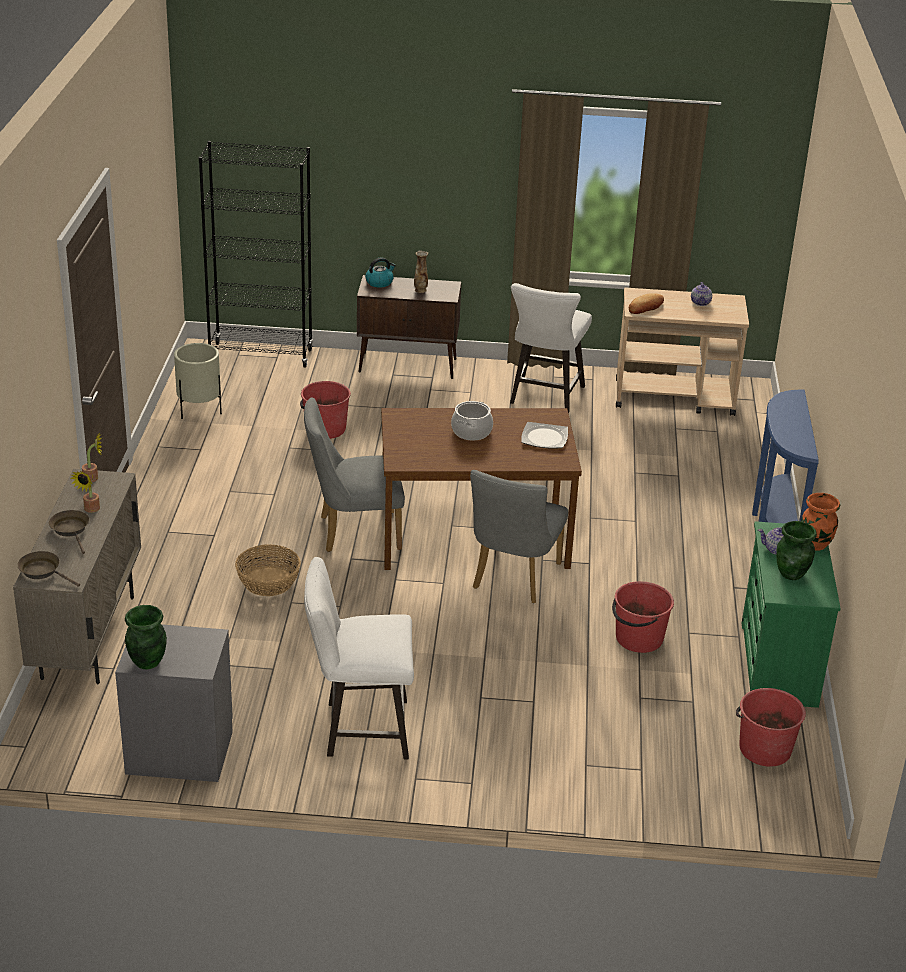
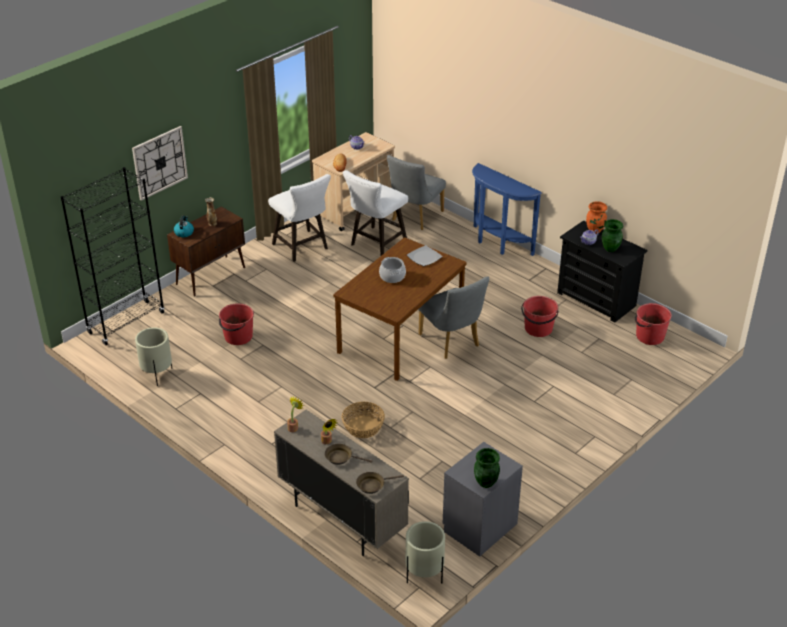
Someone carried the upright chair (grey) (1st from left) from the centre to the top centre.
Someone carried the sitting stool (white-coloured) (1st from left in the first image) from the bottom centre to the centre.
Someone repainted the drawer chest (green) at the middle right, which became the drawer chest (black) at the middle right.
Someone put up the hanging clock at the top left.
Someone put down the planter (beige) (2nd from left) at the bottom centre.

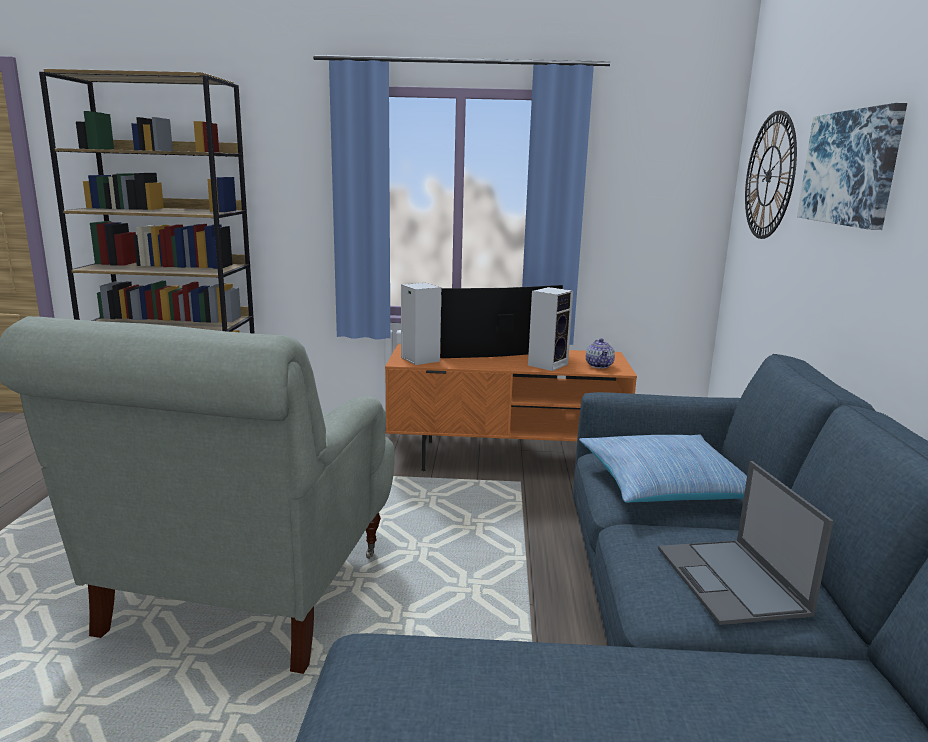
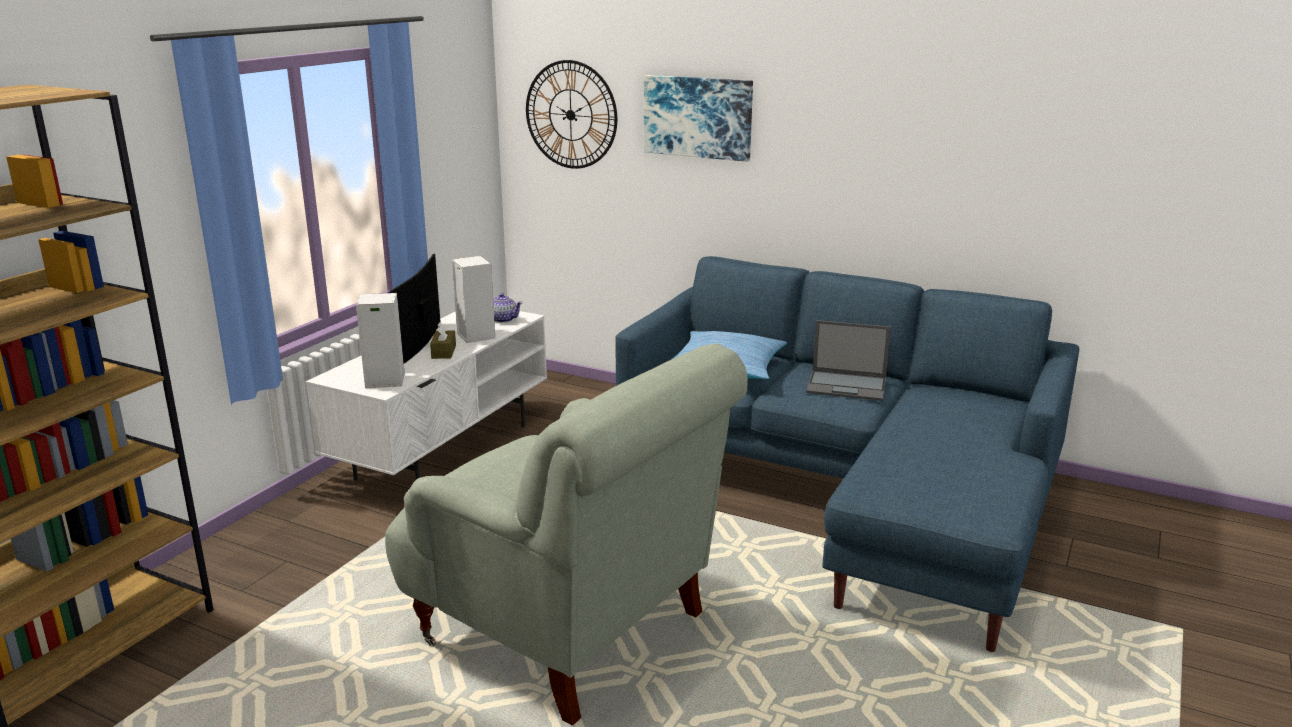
Someone repainted the tv stand (orangey) at the centre, which became the tv stand (white-coloured) at the middle left.
Someone put down the tissue holder (brown-coloured) at the centre.

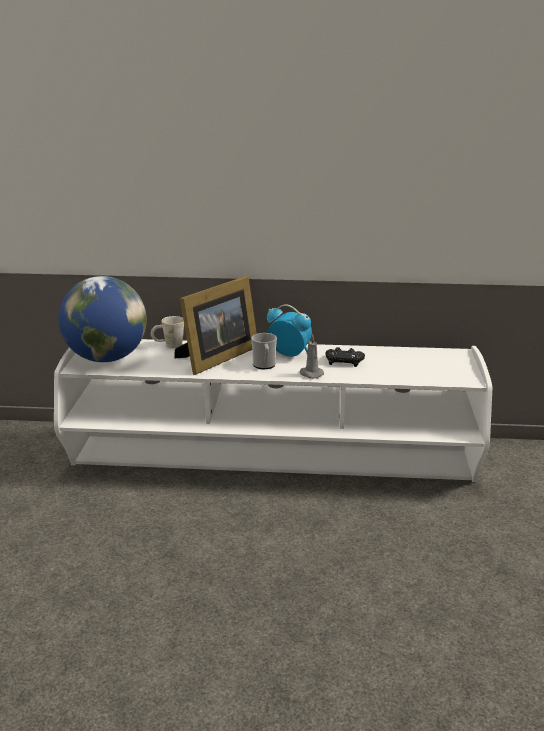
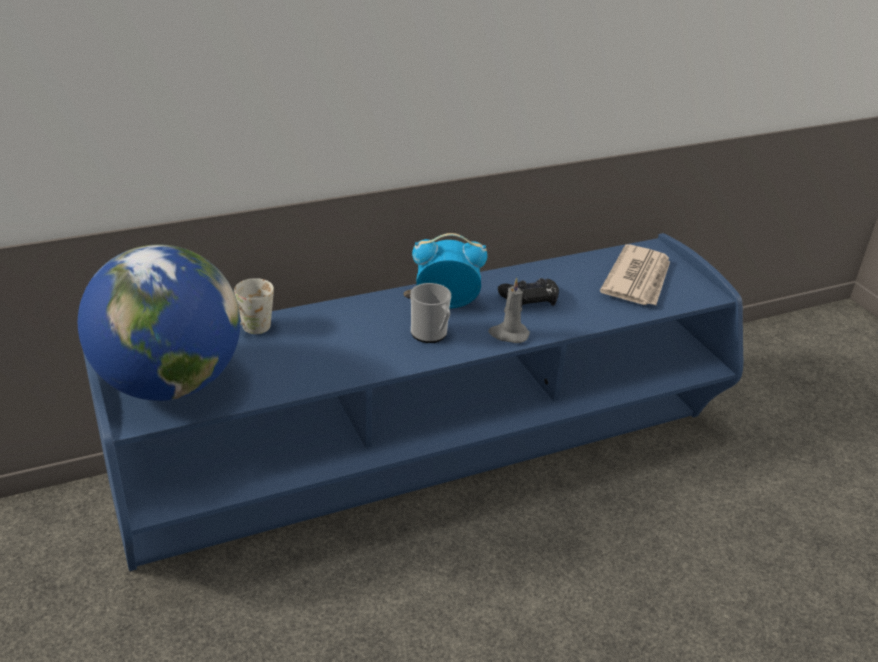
Someone repainted the tv stand (white-coloured) at the centre, which became the tv stand (blue) at the centre.
Someone took away the standing frame at the centre.
Someone put down the daily paper at the middle right.

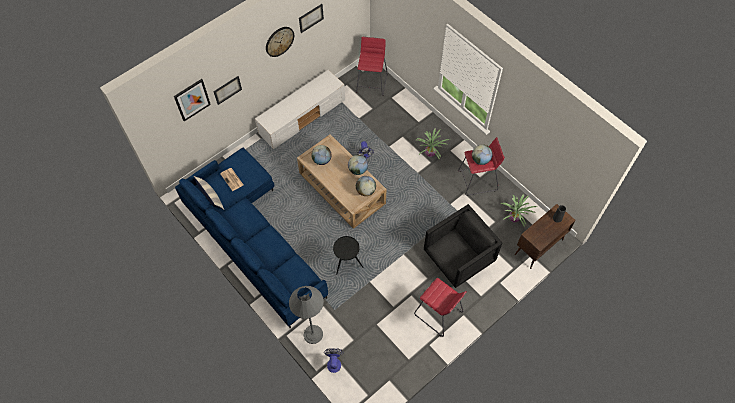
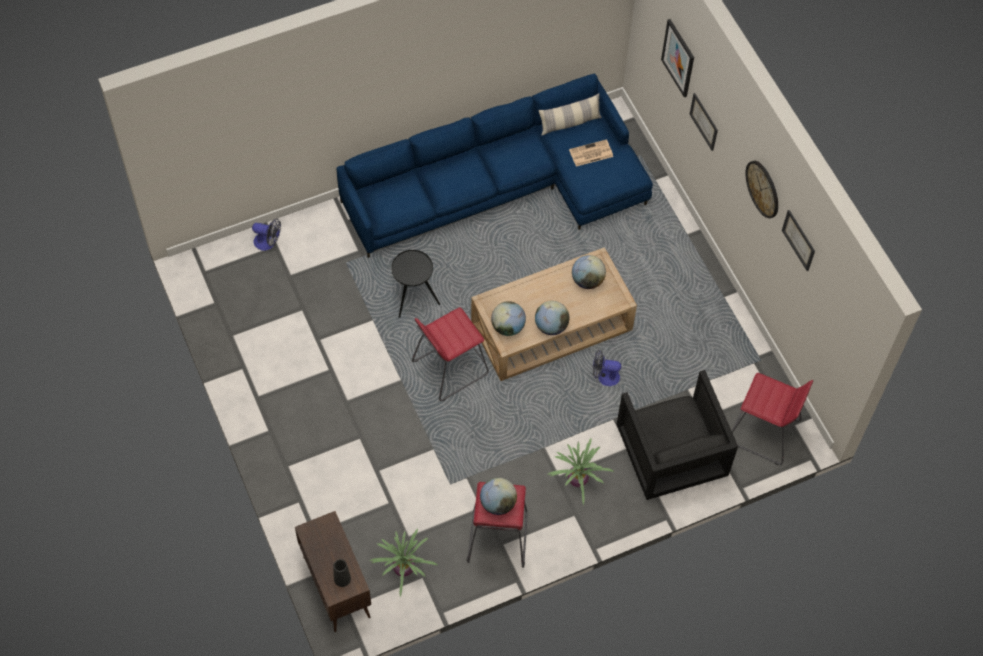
Someone took away the tv stand (white-coloured) at the top centre.
Someone took away the floor lamp (grey) at the bottom centre.
Someone carried the sitting stool (reddish) (2nd from left in the first image) from the bottom centre to the centre.
Someone carried the lounge chair (black) from the centre to the middle right.

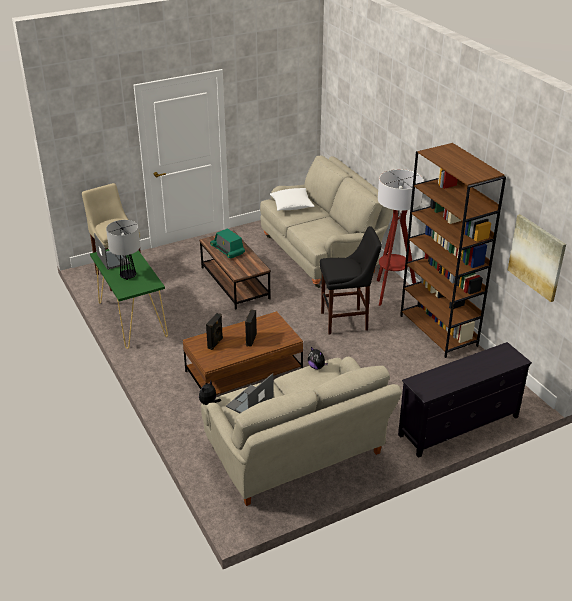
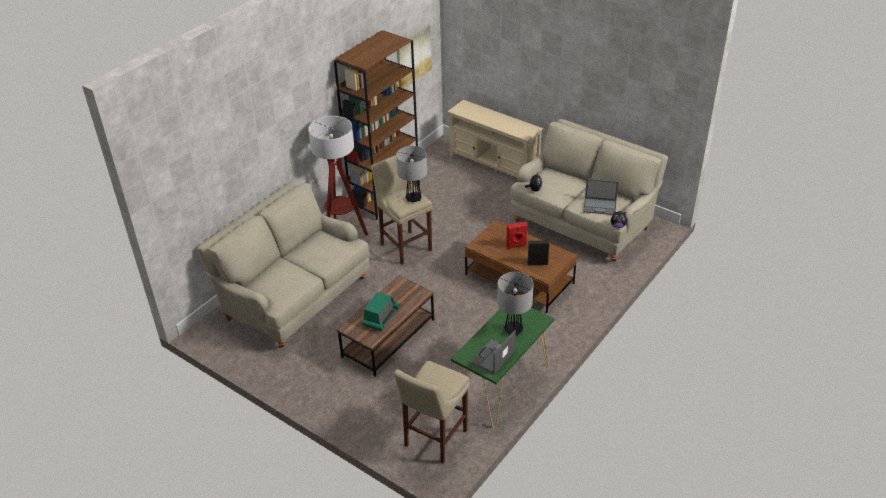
Someone repainted the audio speaker (black) (2nd from left) at the centre, which became the audio speaker (reddish) at the centre.
Someone took away the throw pillow (white-coloured) at the top centre.
Someone repainted the sitting stool (black) at the centre, which became the sitting stool (beige) (1st from left) at the centre.
Someone repainted the tv stand (black) at the middle right, which became the tv stand (beige) at the top centre.
Someone put down the lamp for a table (1st from left) at the centre.

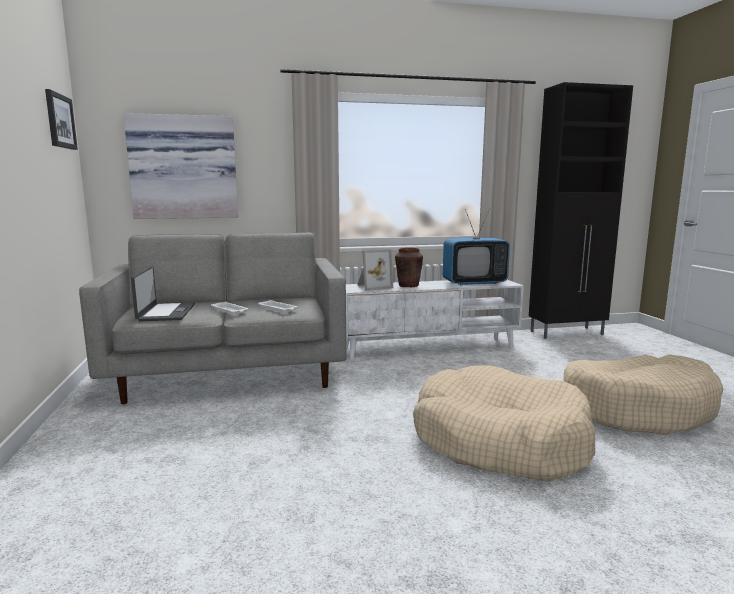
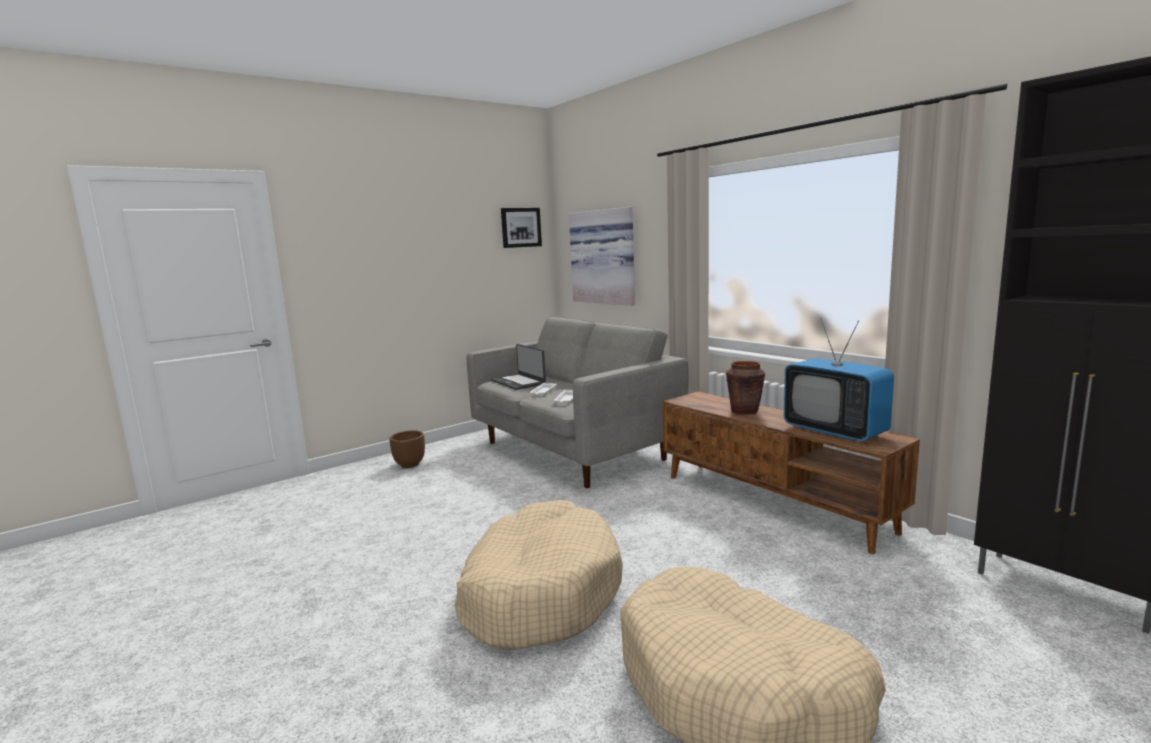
Someone rotated the notebook computer at the middle left by 90 degrees clockwise.
Someone repainted the tv stand (white-coloured) at the centre, which became the tv stand (brown-coloured) at the middle right.
Someone took away the standing frame at the centre.
Someone put down the planter (brown-coloured) at the centre.

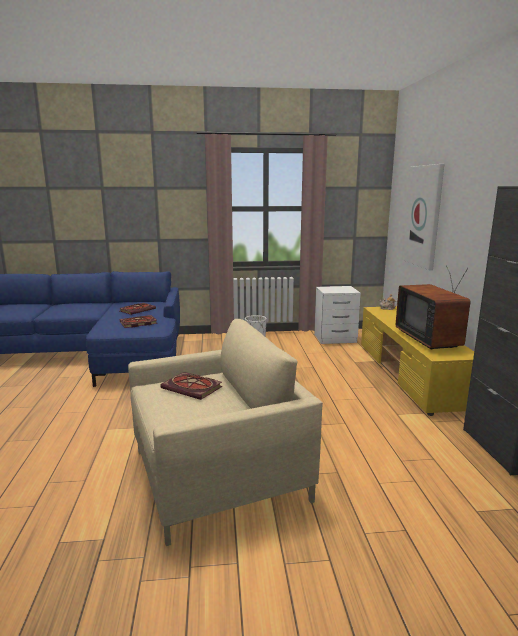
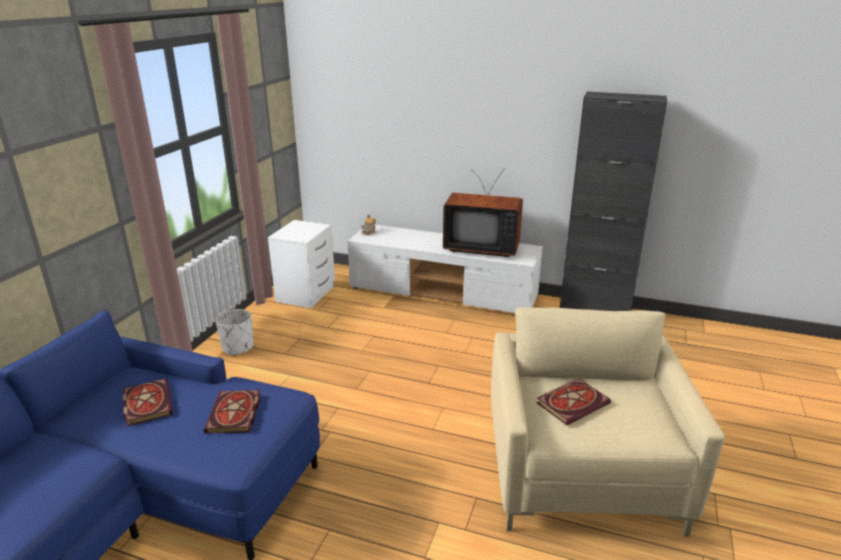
Someone repainted the tv stand (yellowish) at the middle right, which became the tv stand (white-coloured) at the centre.
Someone took away the picture at the middle right.

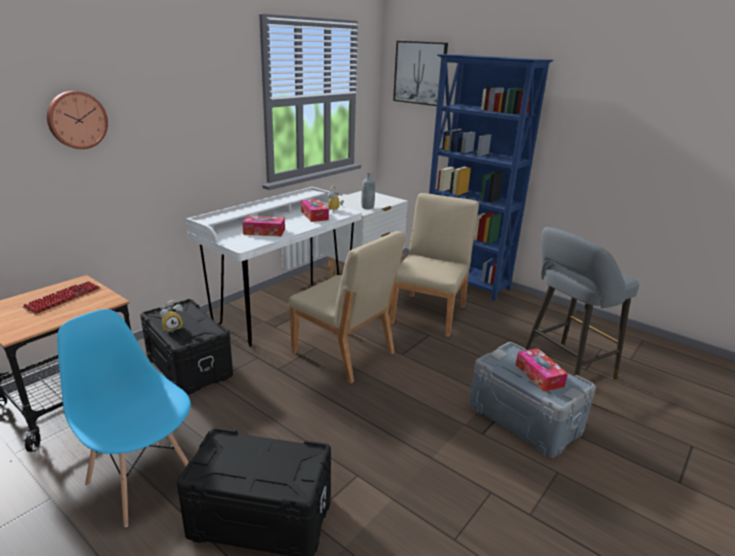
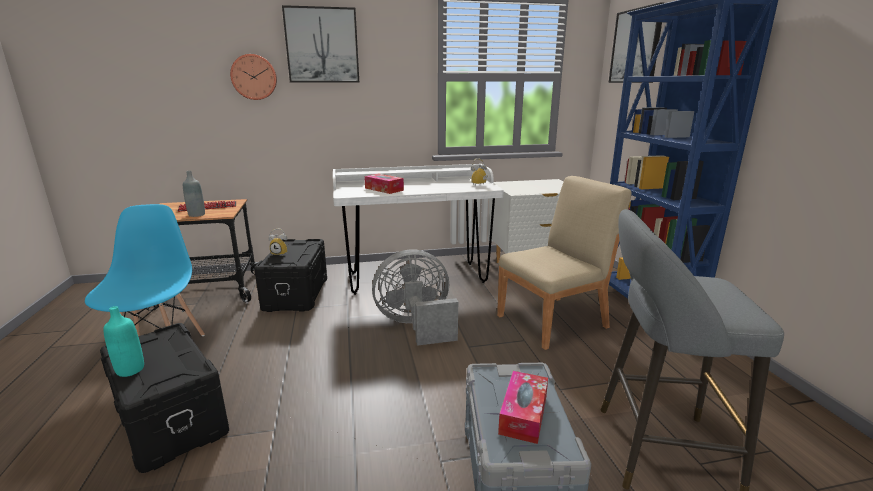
Someone swapped the upright chair (beige) (1st from left) at the centre for the cooling fan (grey) at the centre.
Someone took away the tissue holder (2nd from left) at the centre.
Someone carried the bottle (grey) from the centre to the middle left.
Someone put down the bottle (turquoise-coloured) at the bottom left.
Someone put up the picture (1st from left) at the top centre.

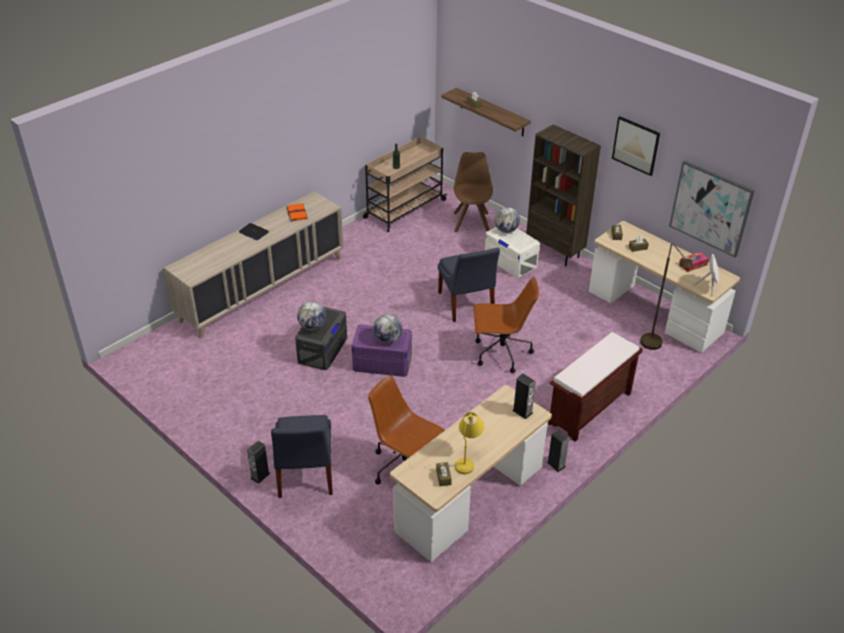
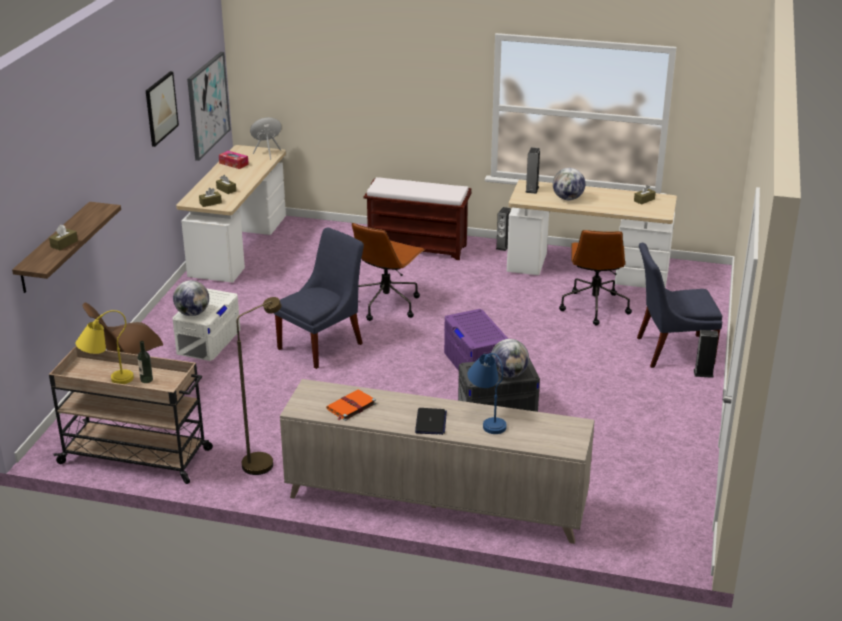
Someone rotated the upright chair (blue) (1st from left in the first image) at the bottom centre by 150 degrees counterclockwise.
Someone carried the globe (2nd from left in the first image) from the centre to the top right.
Someone carried the lamp for a table (yellowish) from the bottom centre to the middle left.
Someone rotated the office chair (brown-coloured) (2nd from left in the first image) at the centre by 120 degrees counterclockwise.
Someone took away the bookcase (brown-coloured) at the top right.
Someone carried the floor lamp (brown-coloured) from the middle right to the middle left.
Someone put down the lamp for a table (blue) at the centre.

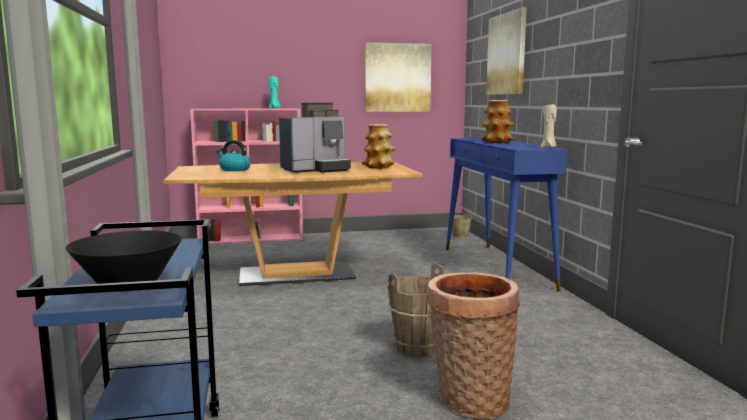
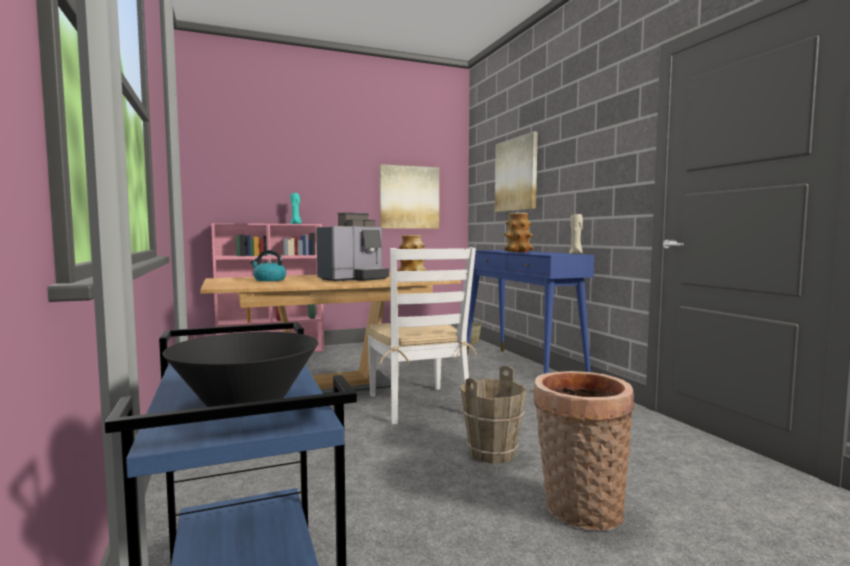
Someone put down the upright chair (white-coloured) at the centre.

